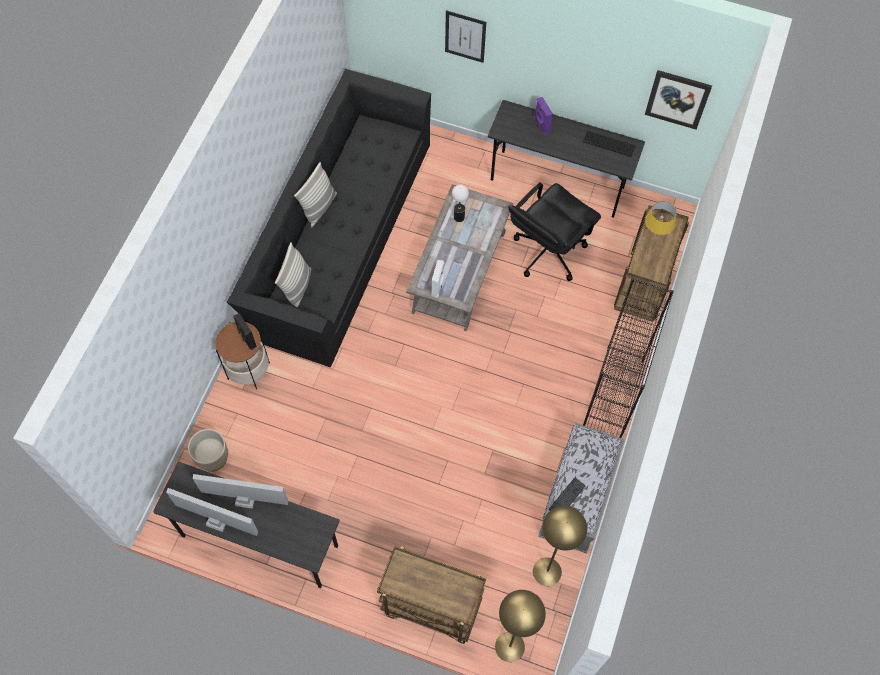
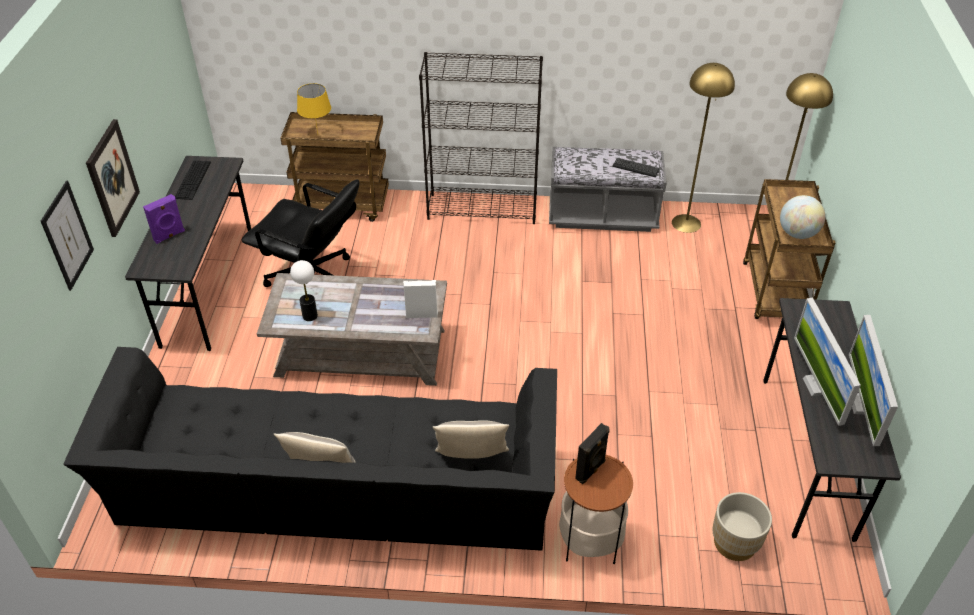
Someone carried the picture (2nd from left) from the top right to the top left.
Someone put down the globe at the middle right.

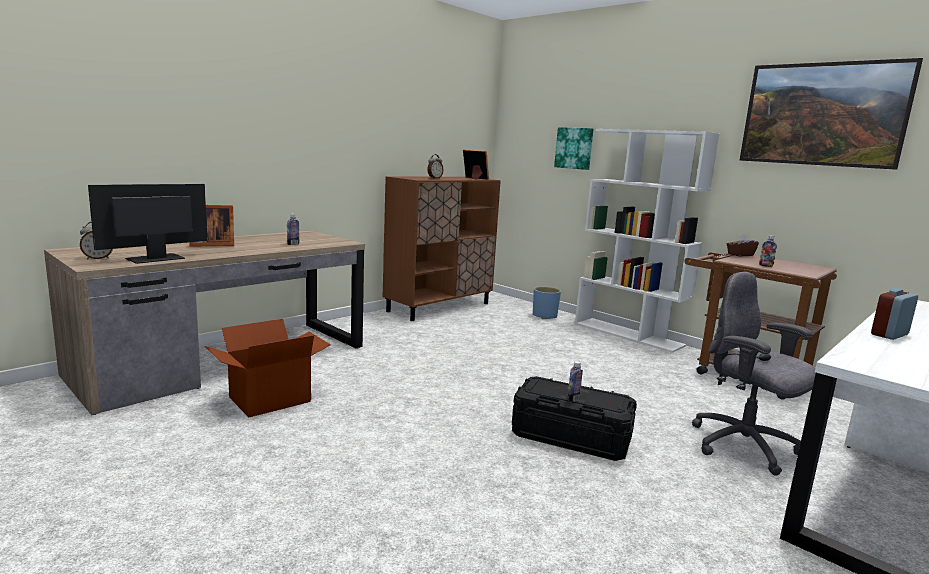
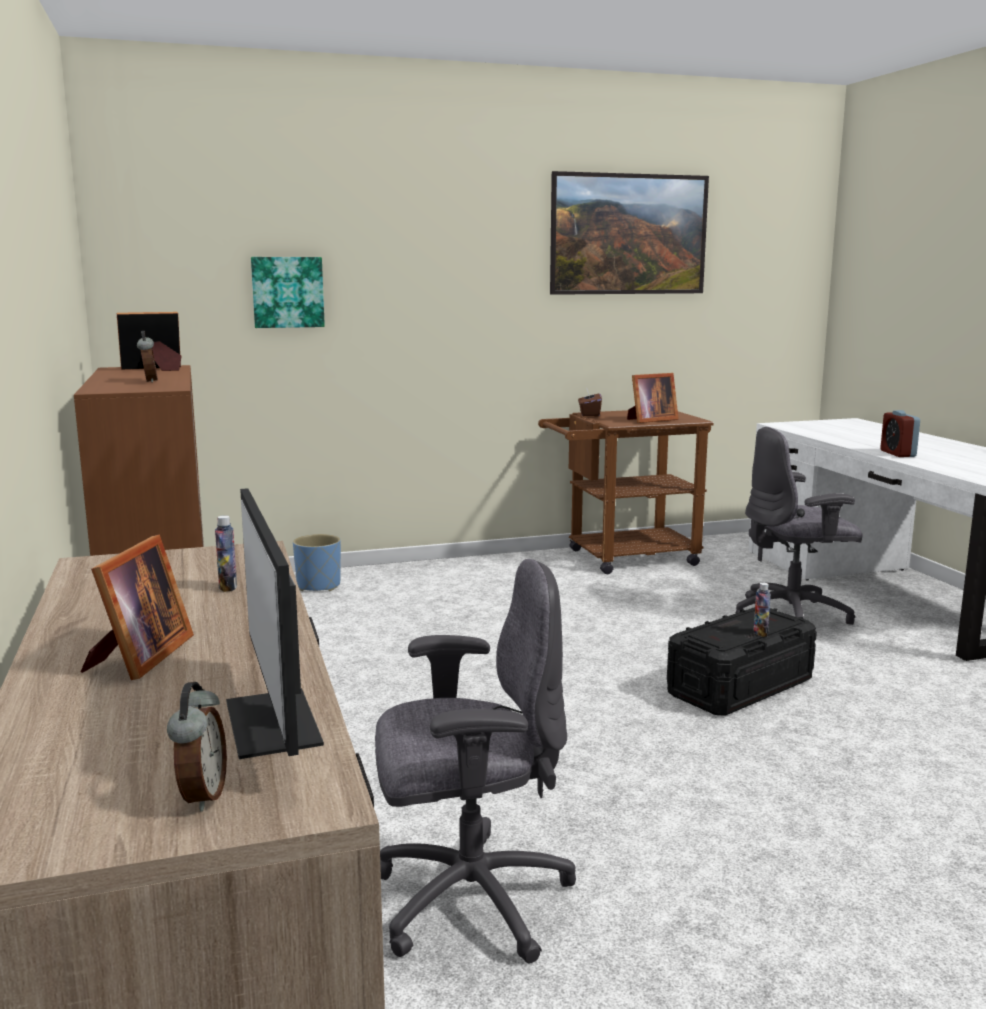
Someone swapped the cardboard box at the middle left for the office chair (grey) (1st from left) at the bottom centre.
Someone took away the bookcase (white-coloured) at the middle right.
Someone swapped the bottle (3rd from left) at the middle right for the standing frame (3rd from left) at the centre.

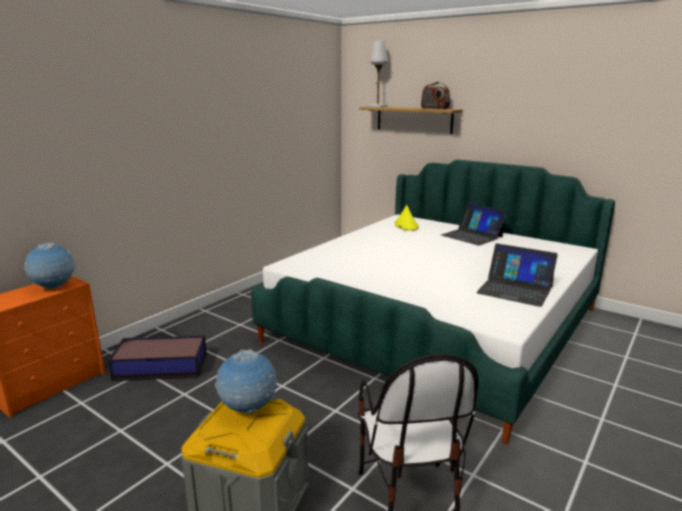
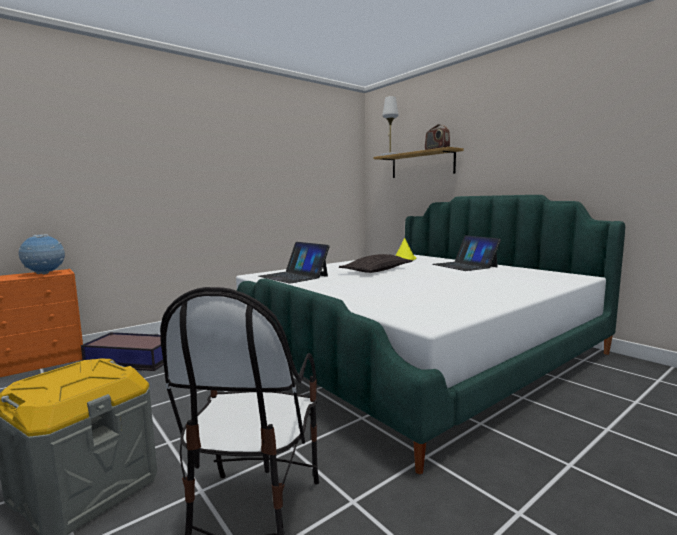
Someone took away the globe (2nd from left) at the bottom centre.
Someone carried the notebook computer (2nd from left in the first image) from the middle right to the centre.
Someone put down the throw pillow at the centre.

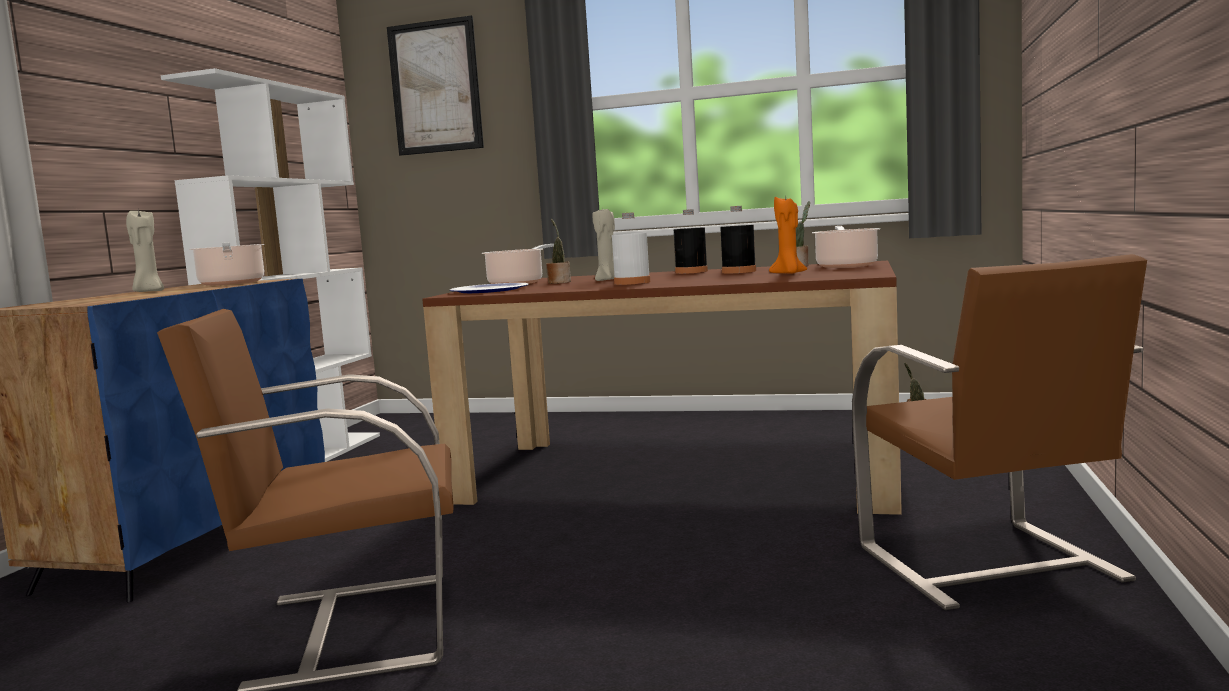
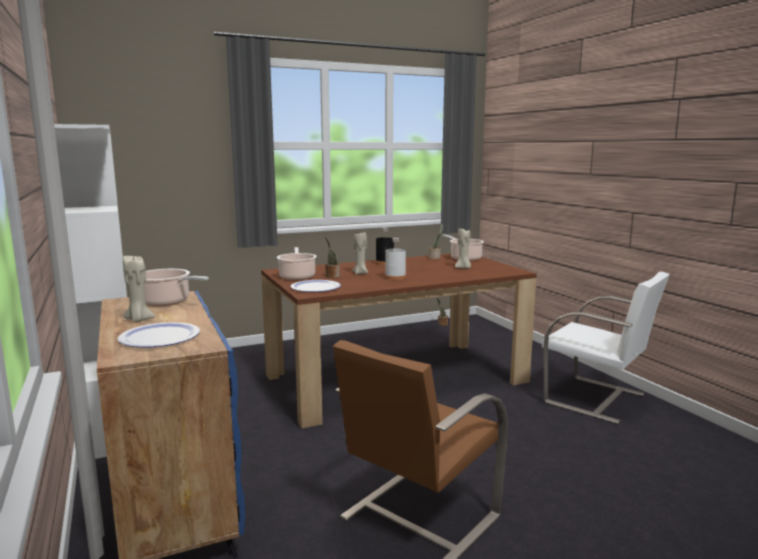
Someone took away the picture at the top centre.
Someone took away the bottle (black) (2nd from left) at the centre.
Someone repainted the wax light (orangey) at the centre, which became the wax light (beige) (3rd from left) at the centre.
Someone repainted the upright chair (brown-coloured) (2nd from left) at the middle right, which became the upright chair (white-coloured) at the middle right.
Someone put down the dinner plate (1st from left) at the middle left.

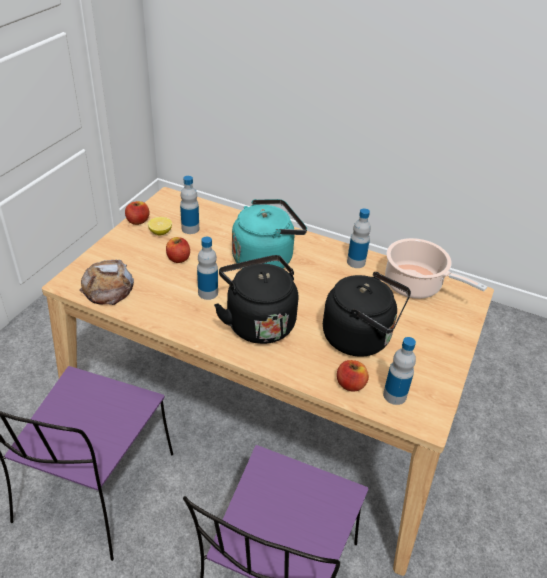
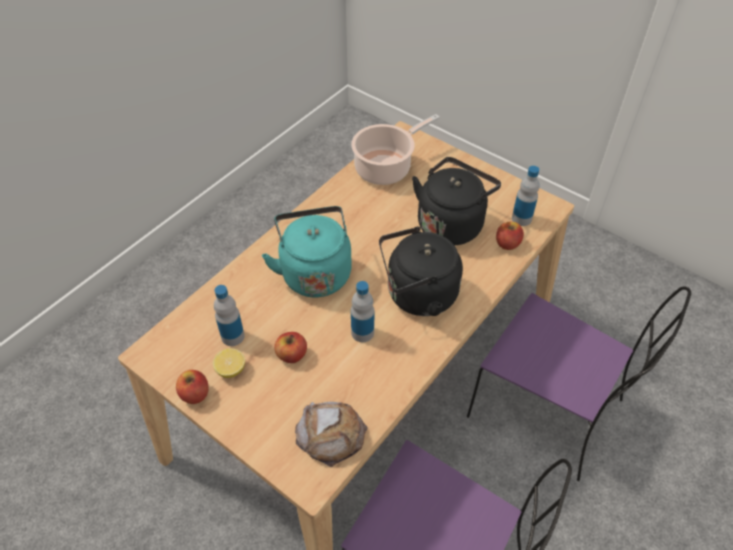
Someone took away the bottle (3rd from left) at the centre.

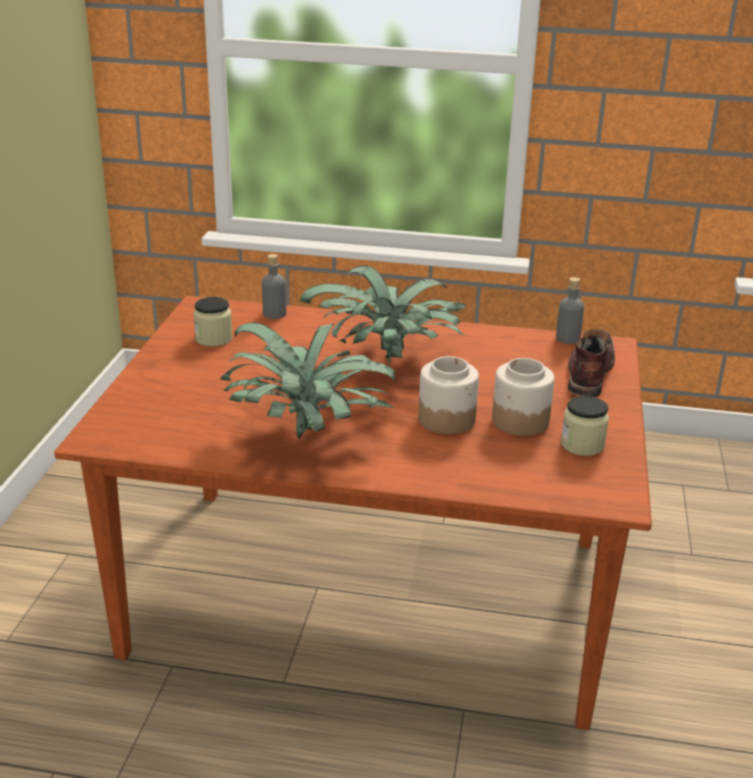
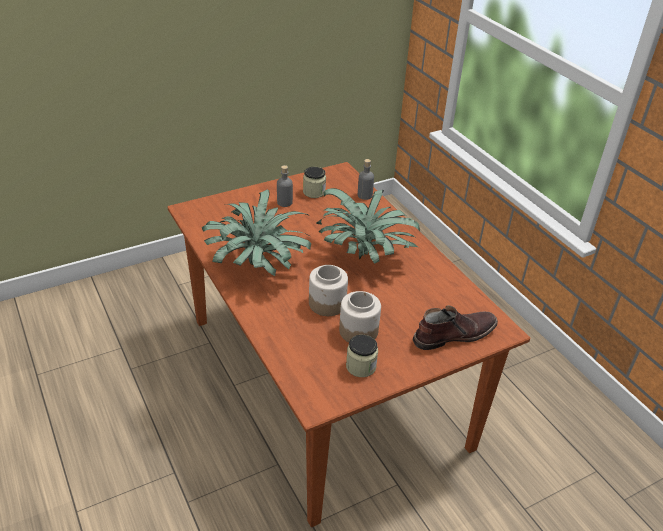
Someone carried the bottle (grey) (2nd from left in the first image) from the middle right to the centre.

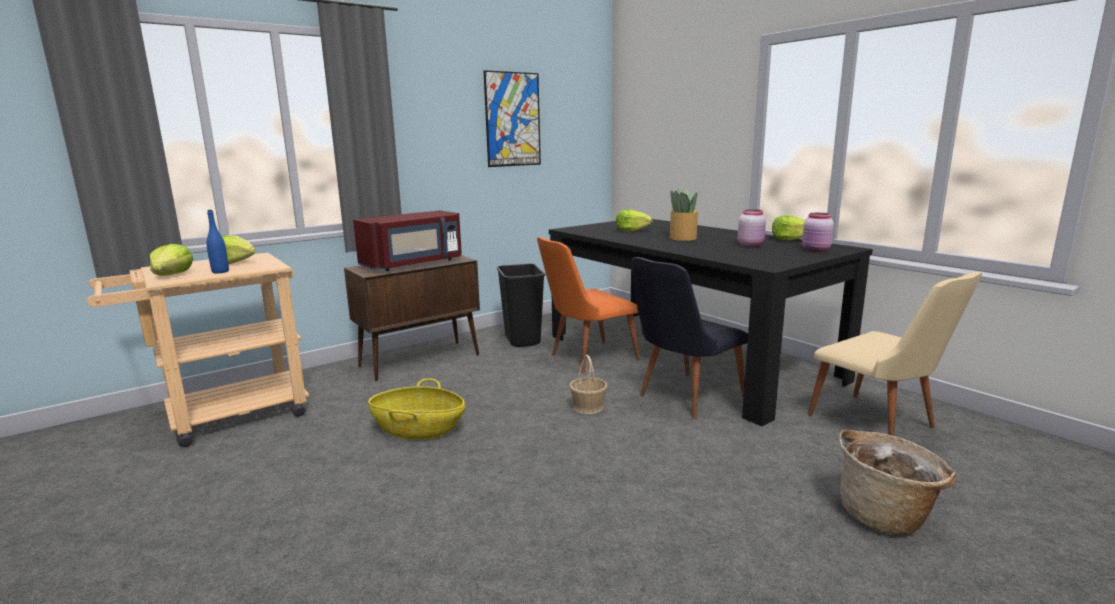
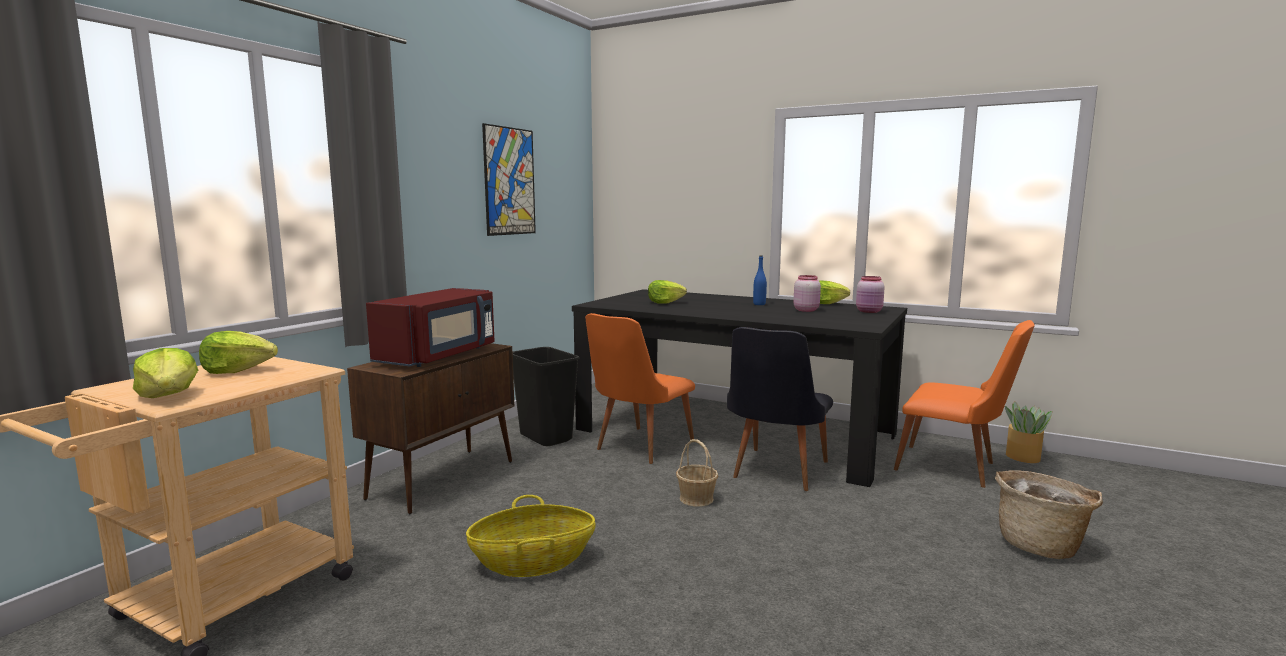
Someone carried the bottle (blue) from the middle left to the centre.
Someone carried the houseplant from the centre to the middle right.
Someone repainted the upright chair (beige) at the middle right, which became the upright chair (orangey) (2nd from left) at the middle right.

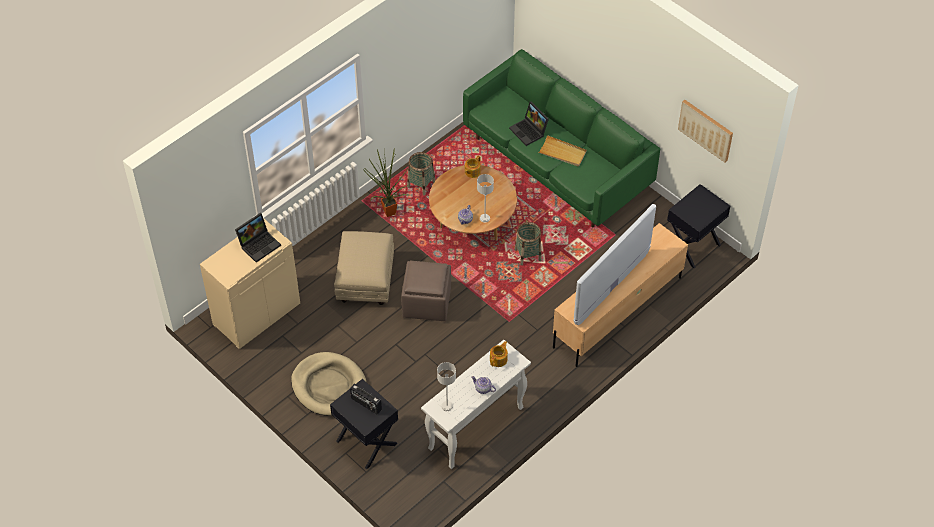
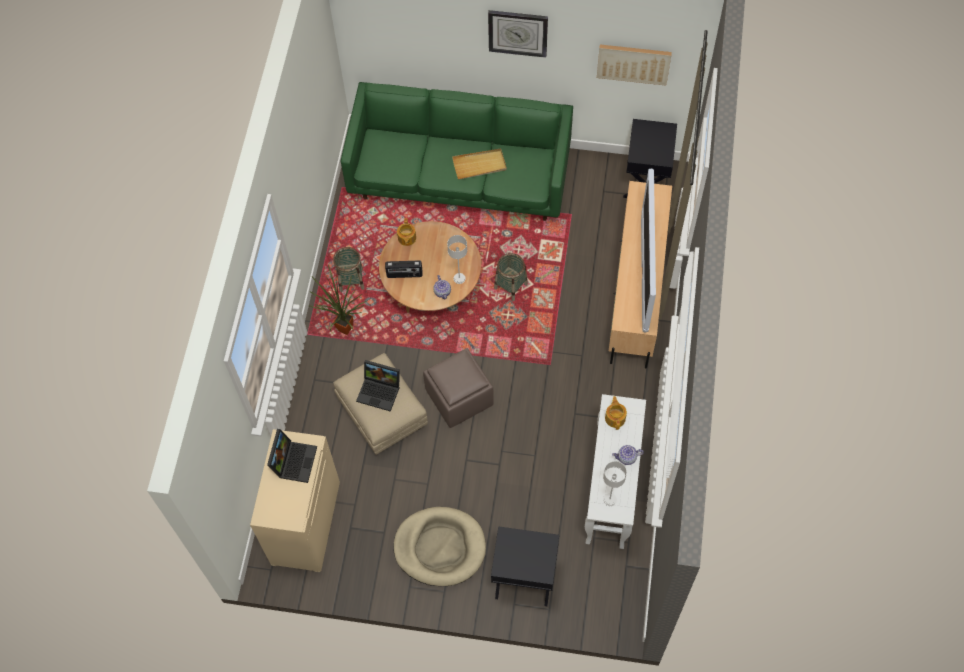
Someone carried the radio receiver from the bottom centre to the centre.
Someone carried the notebook computer (2nd from left) from the top centre to the centre.
Someone put up the hanging clock at the top centre.

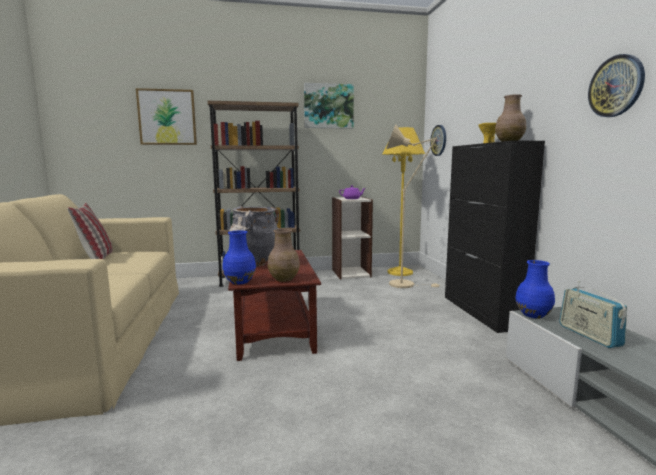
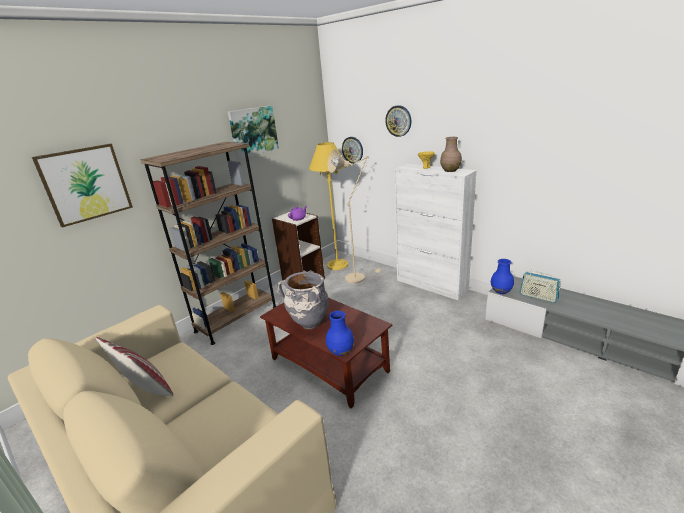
Someone took away the decorative vase (brown-coloured) (1st from left) at the centre.
Someone repainted the cupboard (black) at the middle right, which became the cupboard (white-coloured) at the centre.
Someone carried the hanging clock (2nd from left) from the top right to the top centre.

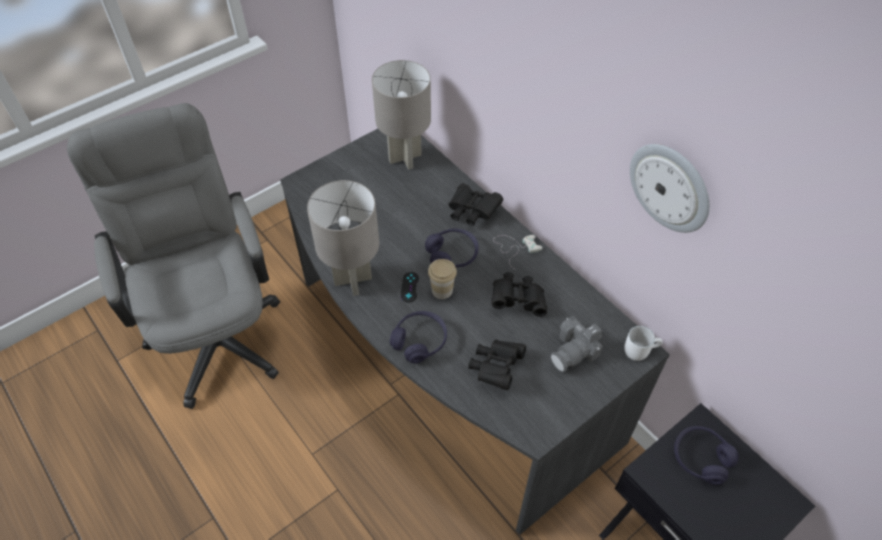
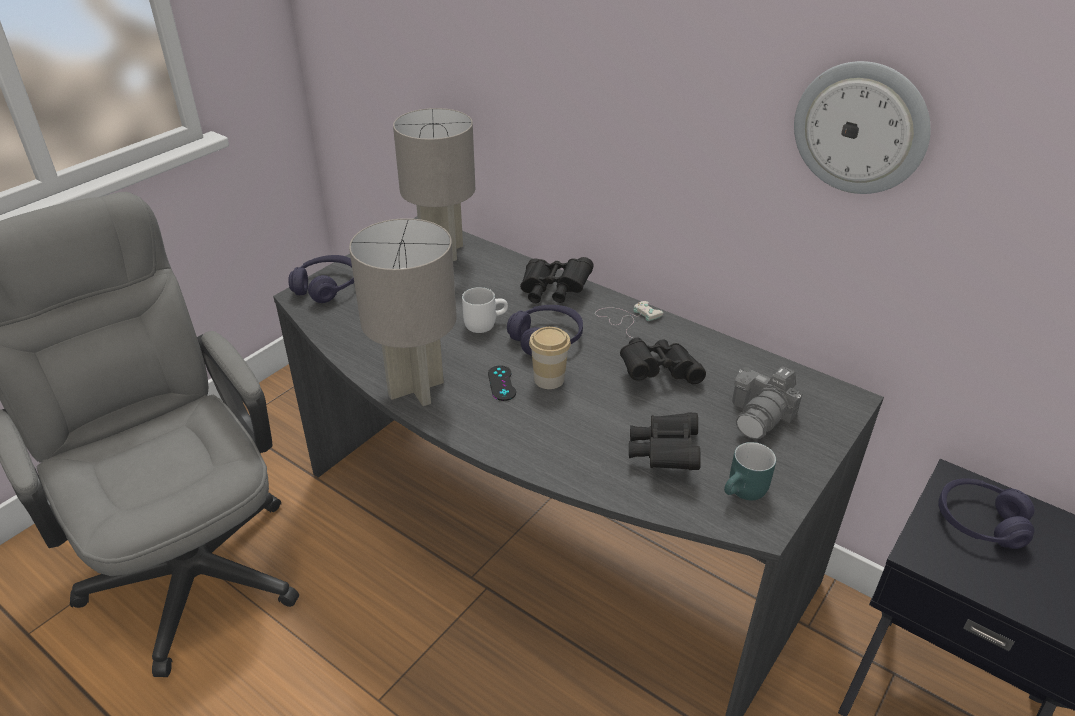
Someone carried the pair of headphones (purple) (1st from left) from the centre to the middle left.
Someone carried the mug (white-coloured) from the middle right to the centre.
Someone put down the mug (turquoise-coloured) at the middle right.

